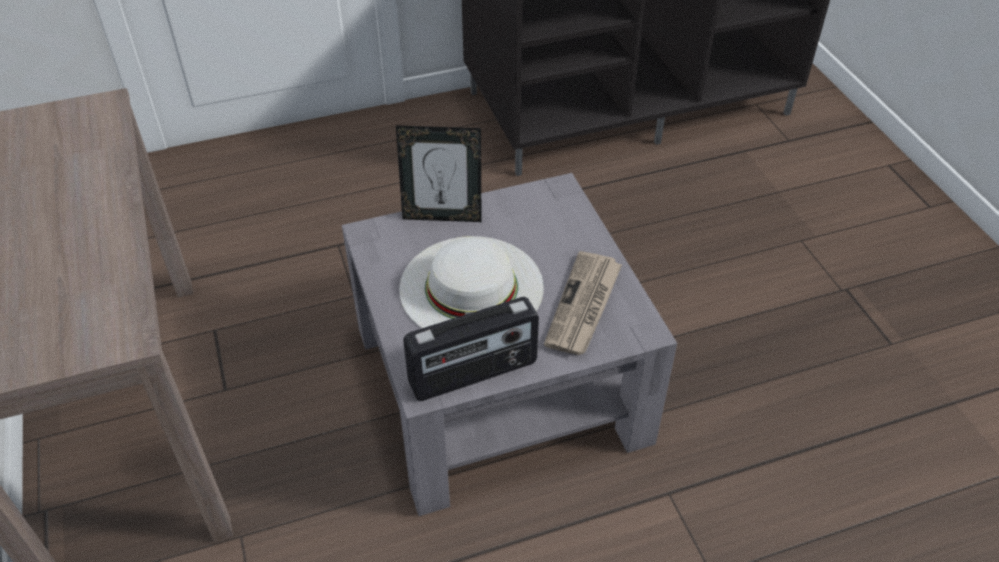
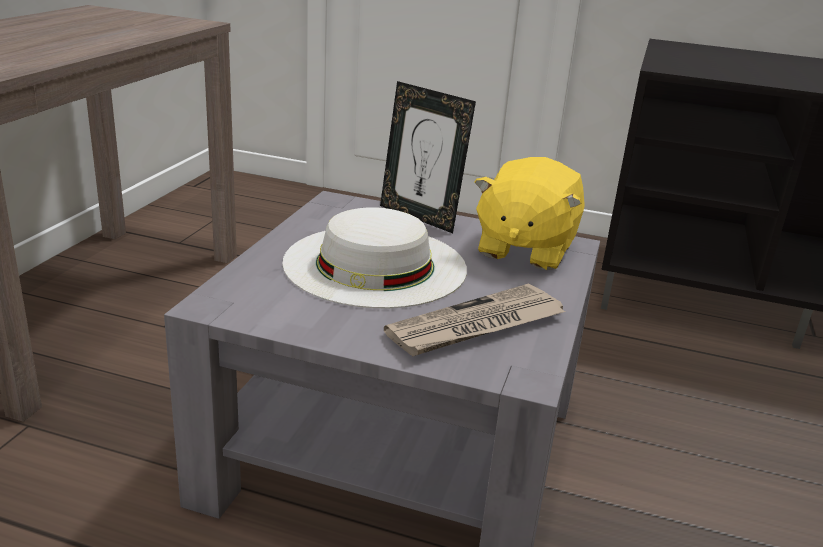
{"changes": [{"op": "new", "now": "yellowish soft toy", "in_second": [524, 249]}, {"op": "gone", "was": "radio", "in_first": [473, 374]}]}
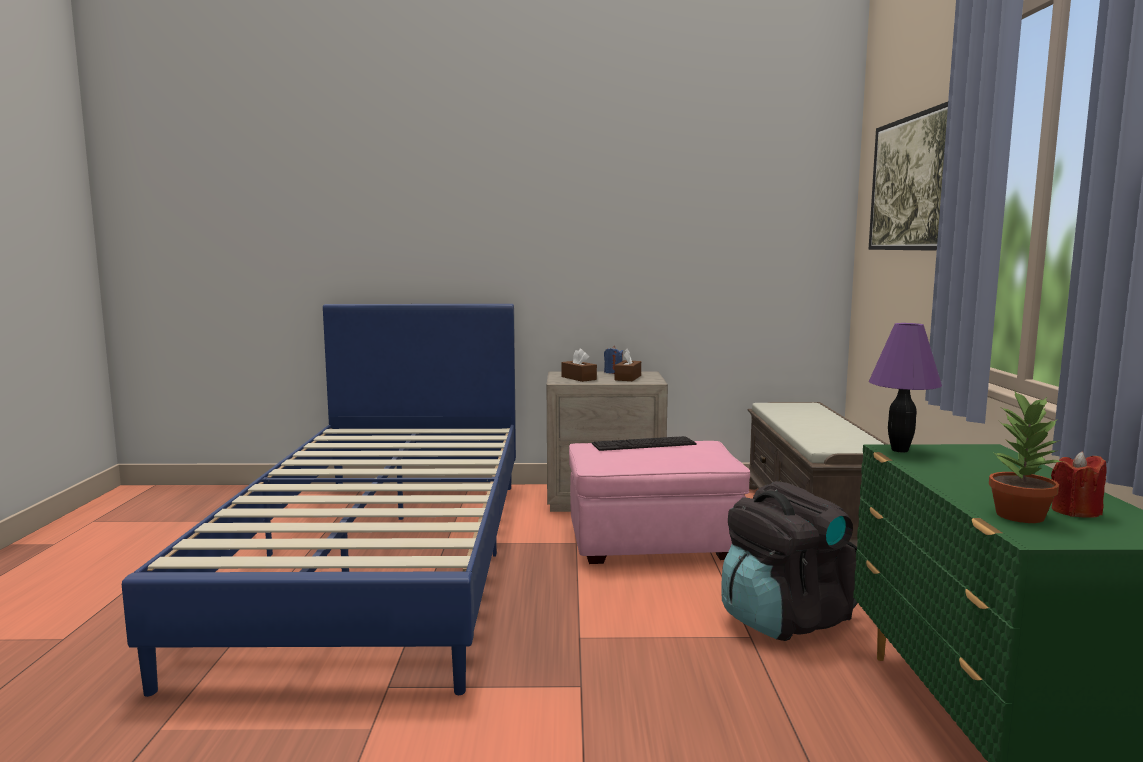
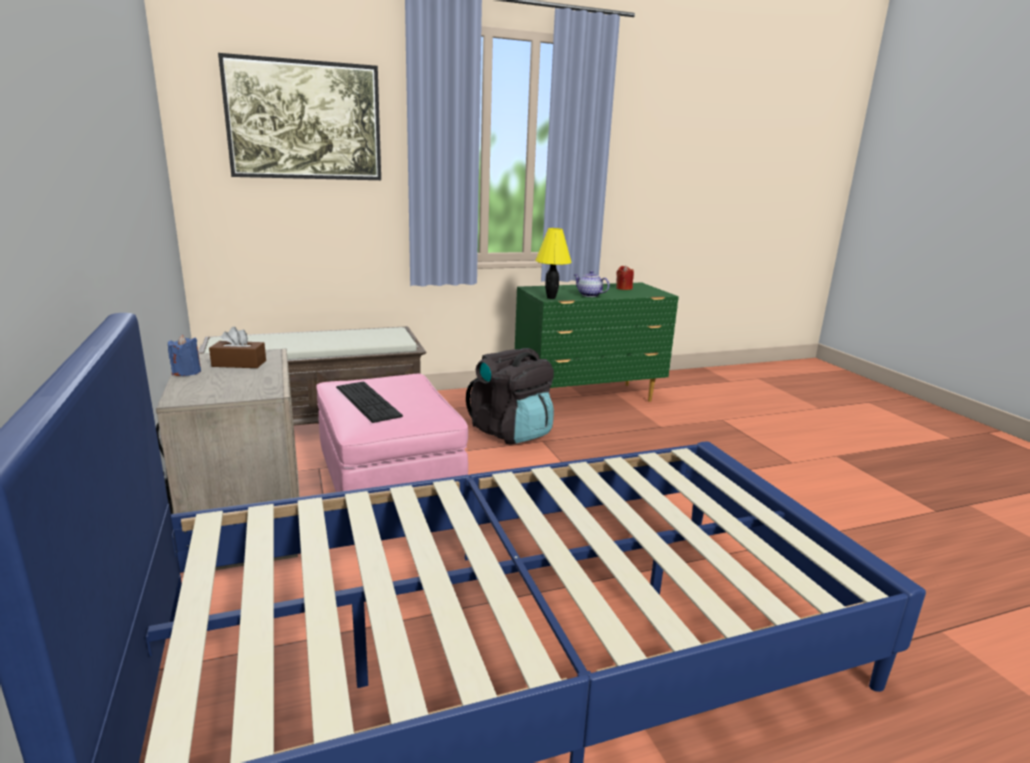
{"changes": [{"op": "repainted", "was": "purplish tabletop lamp", "now": "yellowish tabletop lamp", "in_first": [899, 450], "in_second": [551, 298]}, {"op": "new", "now": "teapot", "in_second": [589, 295]}, {"op": "gone", "was": "brown-coloured tissue holder", "in_first": [578, 378]}, {"op": "gone", "was": "potted plant", "in_first": [1020, 515]}]}
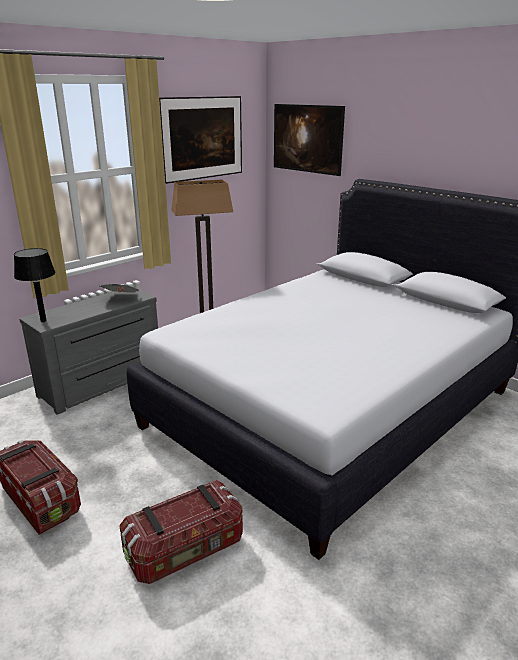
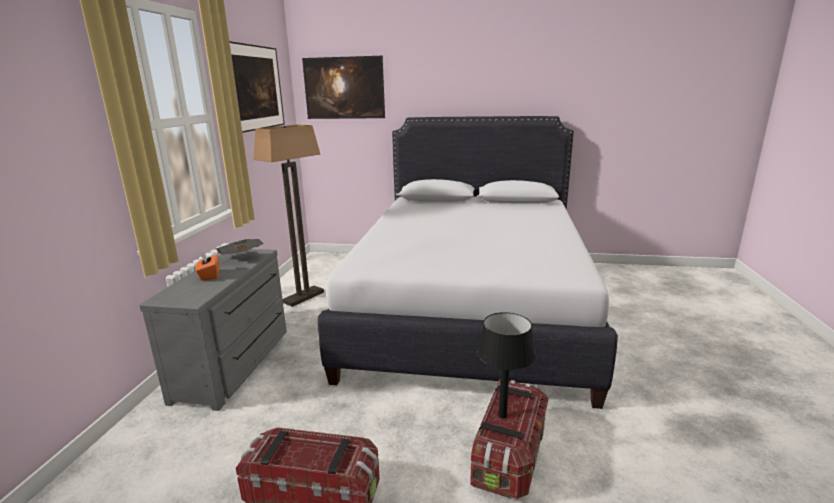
{"changes": [{"op": "new", "now": "orange tissue holder", "in_second": [209, 275]}, {"op": "shifted", "was": "blackish tabletop lamp", "in_first": [43, 321], "in_second": [502, 416]}]}
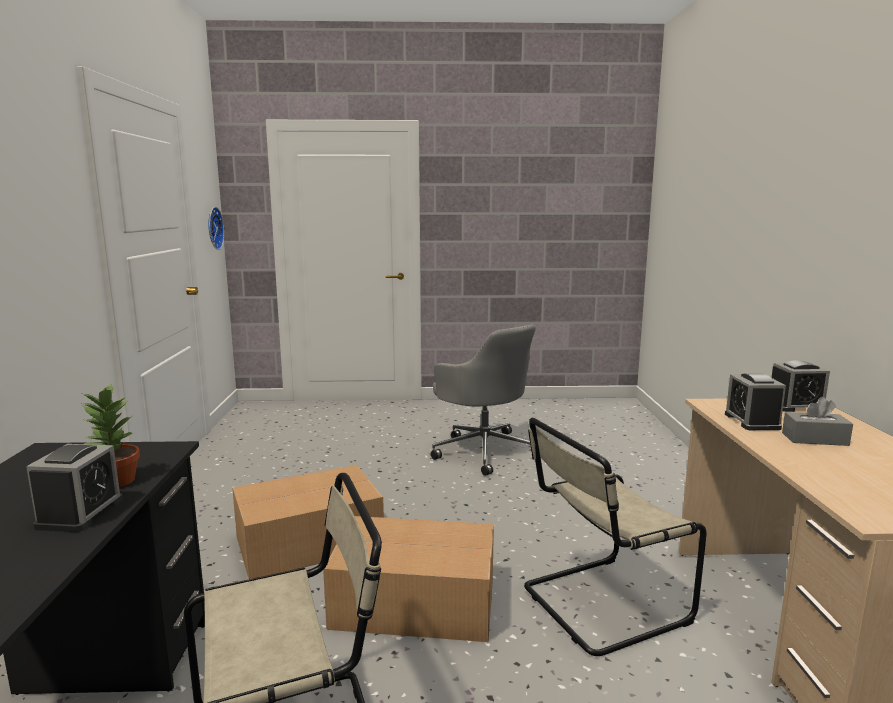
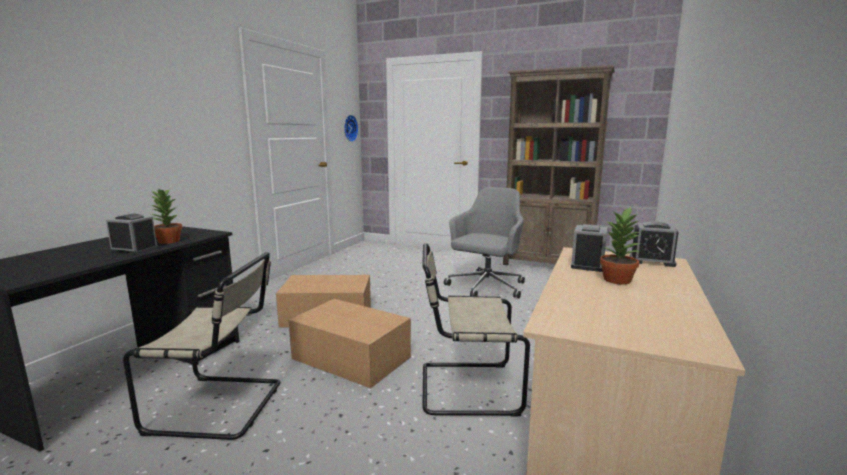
{"changes": [{"op": "rotated", "was": "alarm clock", "in_first": [80, 513], "in_second": [134, 250], "clockwise": -105}, {"op": "rotated", "was": "grey office chair", "in_first": [484, 451], "in_second": [486, 287], "clockwise": -135}, {"op": "new", "now": "brown-coloured bookcase", "in_second": [548, 265]}, {"op": "swapped", "was": "grey tissue holder", "now": "potted plant", "in_first": [814, 439], "in_second": [618, 280]}]}
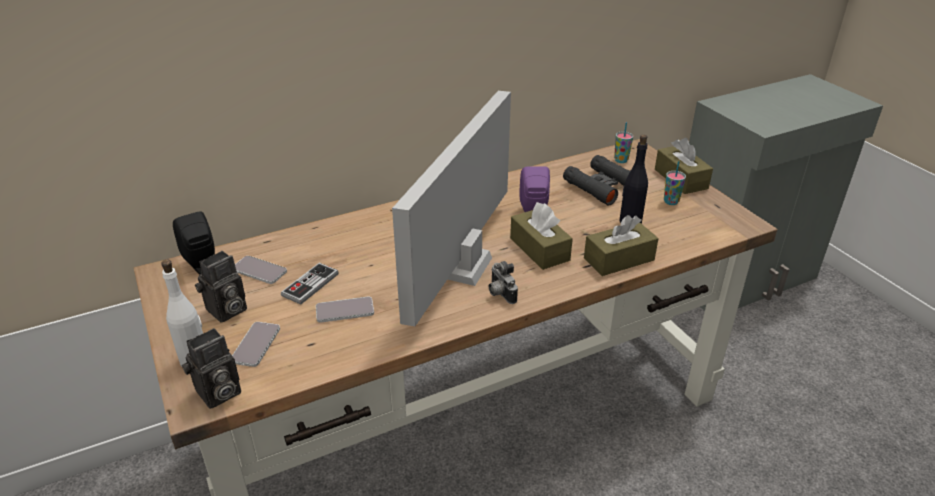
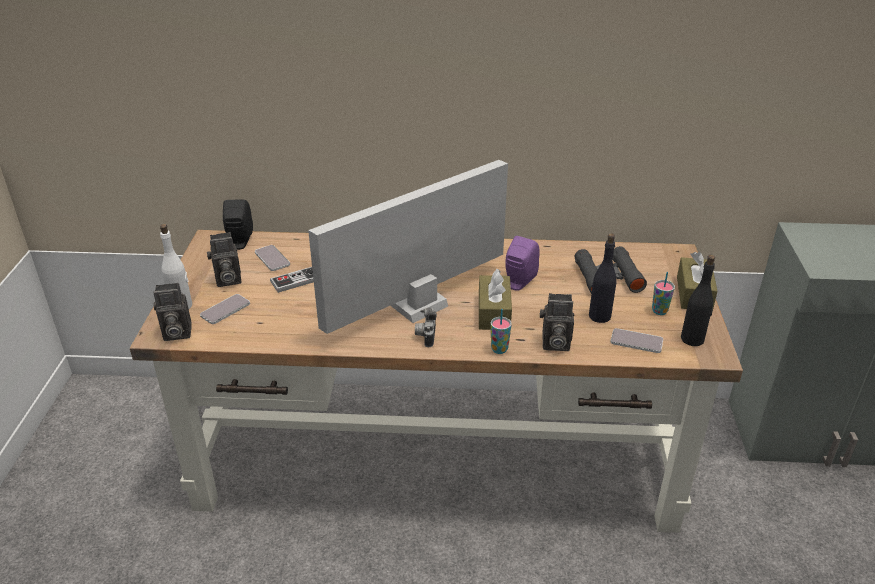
{"changes": [{"op": "shifted", "was": "cup", "in_first": [621, 160], "in_second": [499, 349]}, {"op": "swapped", "was": "brown-coloured tissue holder", "now": "still camera", "in_first": [619, 259], "in_second": [554, 344]}, {"op": "shifted", "was": "phone", "in_first": [345, 310], "in_second": [636, 341]}, {"op": "new", "now": "blackish bottle", "in_second": [692, 339]}]}
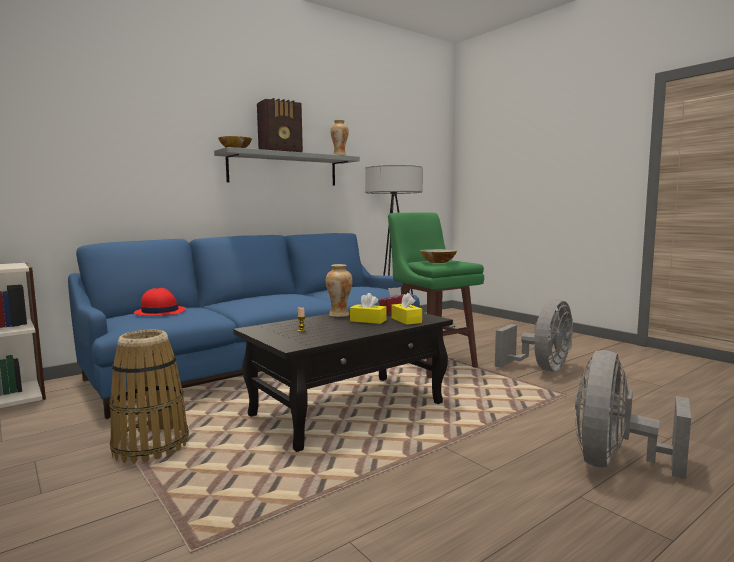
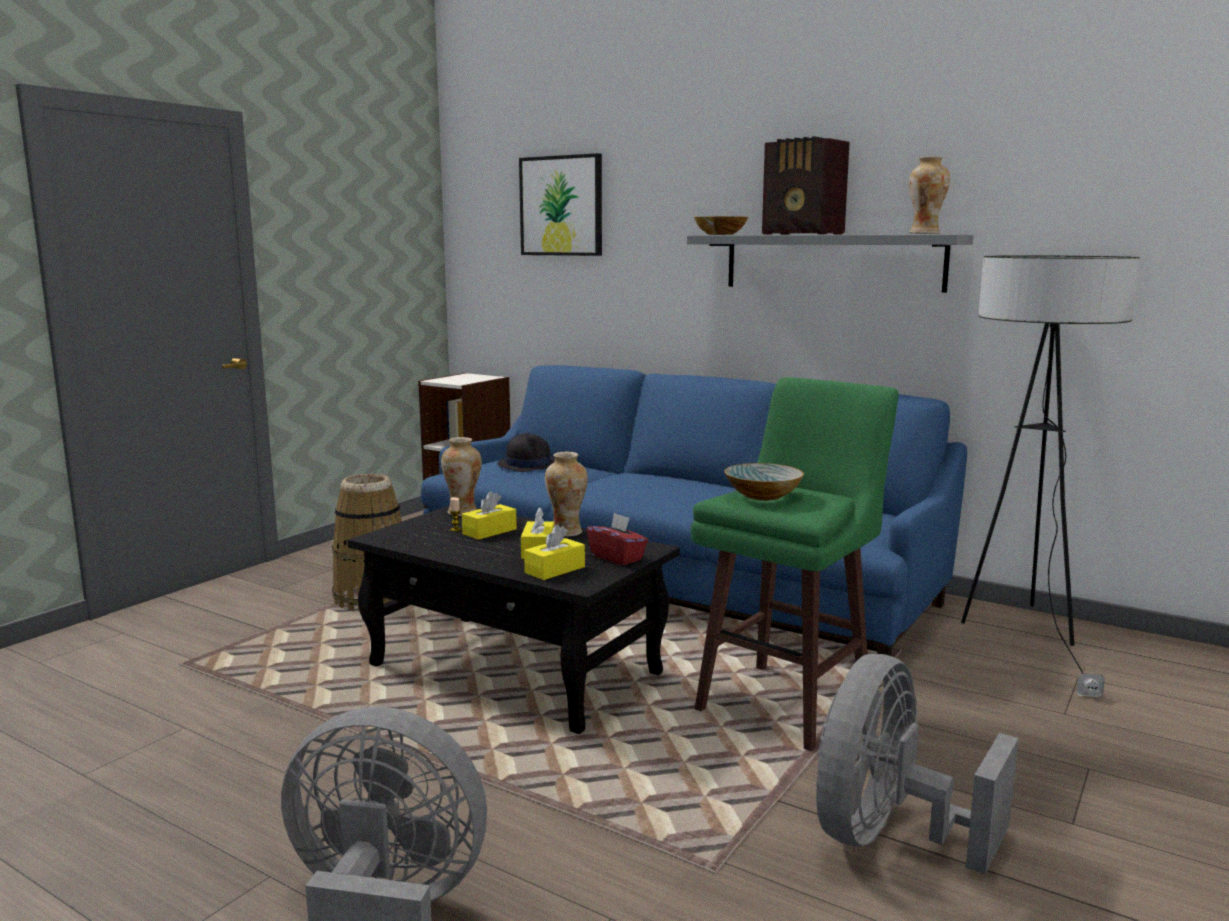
{"changes": [{"op": "new", "now": "flower vase", "in_second": [462, 512]}, {"op": "new", "now": "yellowish tissue holder", "in_second": [489, 531]}, {"op": "repainted", "was": "red hat", "now": "blackish hat", "in_first": [160, 312], "in_second": [528, 464]}, {"op": "new", "now": "picture", "in_second": [561, 206]}, {"op": "rotated", "was": "grey cooling fan", "in_first": [541, 369], "in_second": [889, 836], "clockwise": 105}]}
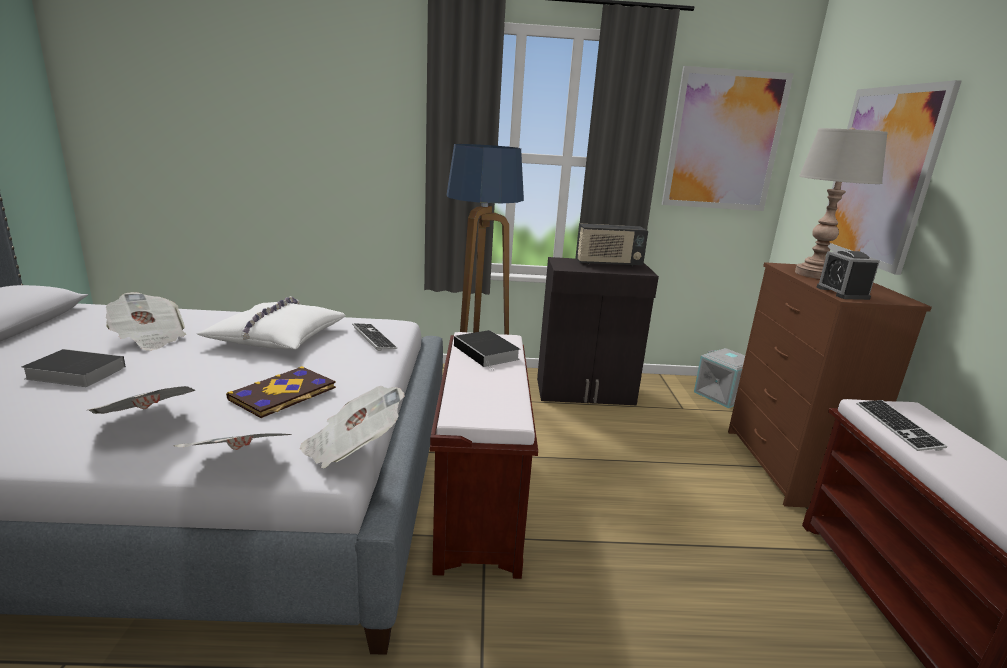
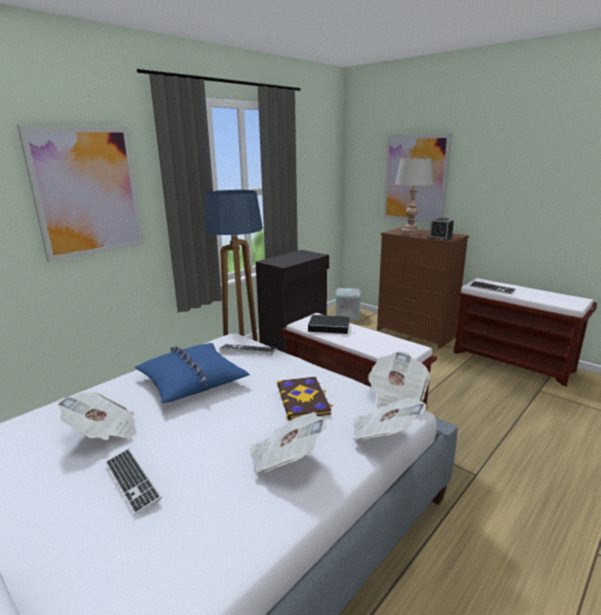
{"changes": [{"op": "shifted", "was": "picture", "in_first": [724, 141], "in_second": [87, 192]}, {"op": "swapped", "was": "bound book", "now": "PC keyboard", "in_first": [73, 372], "in_second": [132, 481]}, {"op": "repainted", "was": "white-coloured cushion", "now": "bluish cushion", "in_first": [277, 337], "in_second": [191, 380]}, {"op": "gone", "was": "radio", "in_first": [608, 263]}]}
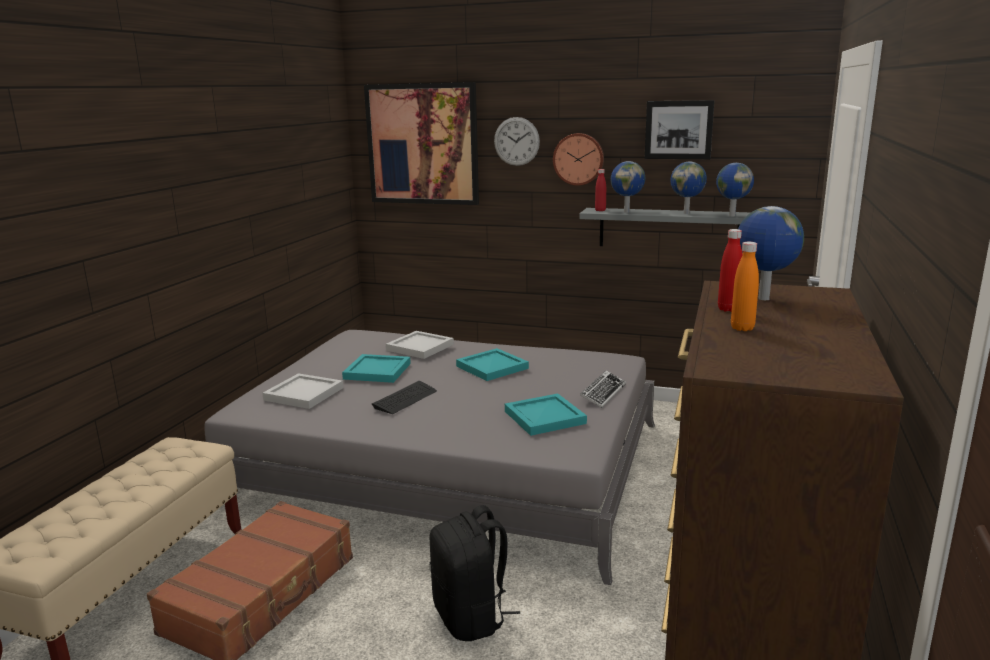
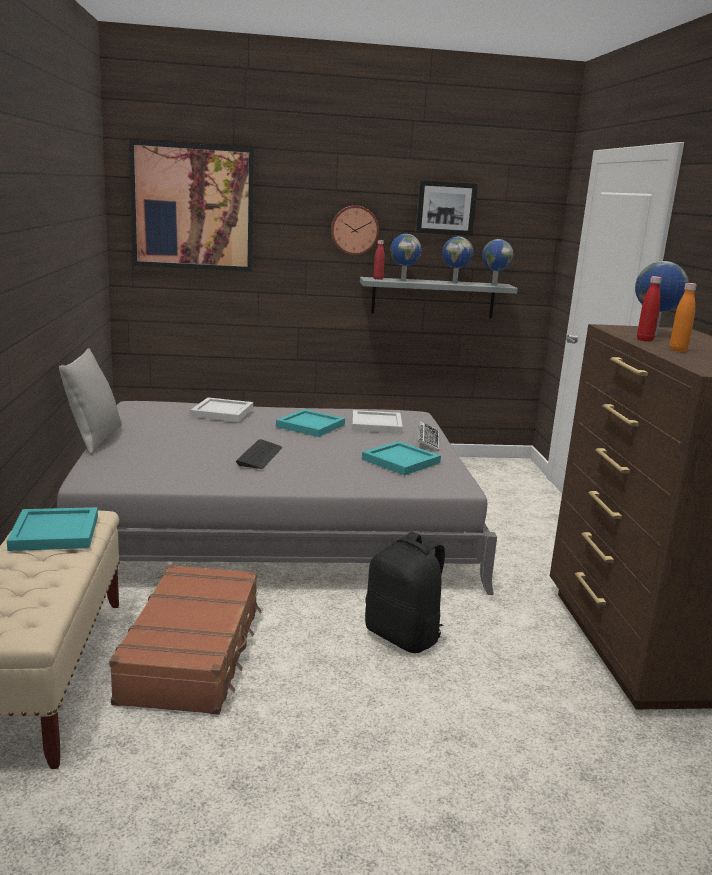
{"changes": [{"op": "shifted", "was": "turquoise carrying tray", "in_first": [376, 371], "in_second": [53, 533]}, {"op": "new", "now": "grey cushion", "in_second": [94, 439]}, {"op": "shifted", "was": "white-coloured carrying tray", "in_first": [304, 394], "in_second": [377, 425]}, {"op": "gone", "was": "wall clock", "in_first": [516, 141]}]}
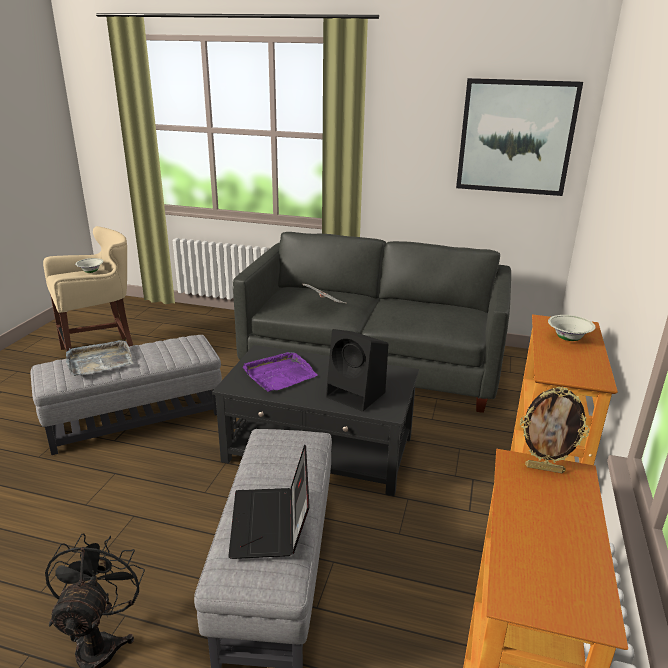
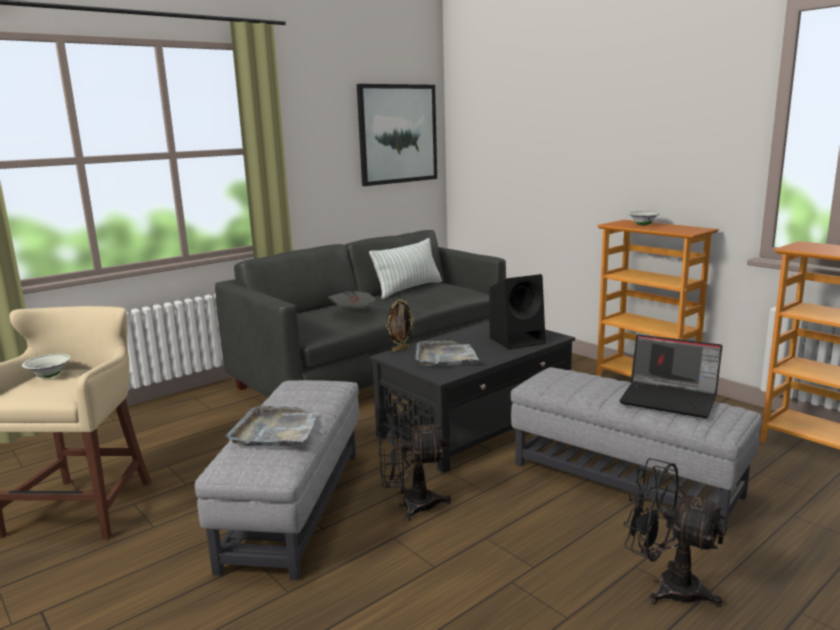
{"changes": [{"op": "new", "now": "cushion", "in_second": [408, 289]}, {"op": "new", "now": "blackish cooling fan", "in_second": [409, 505]}, {"op": "shifted", "was": "picture frame", "in_first": [544, 468], "in_second": [400, 349]}, {"op": "repainted", "was": "purplish carrying tray", "now": "grey carrying tray", "in_first": [279, 374], "in_second": [446, 357]}]}
